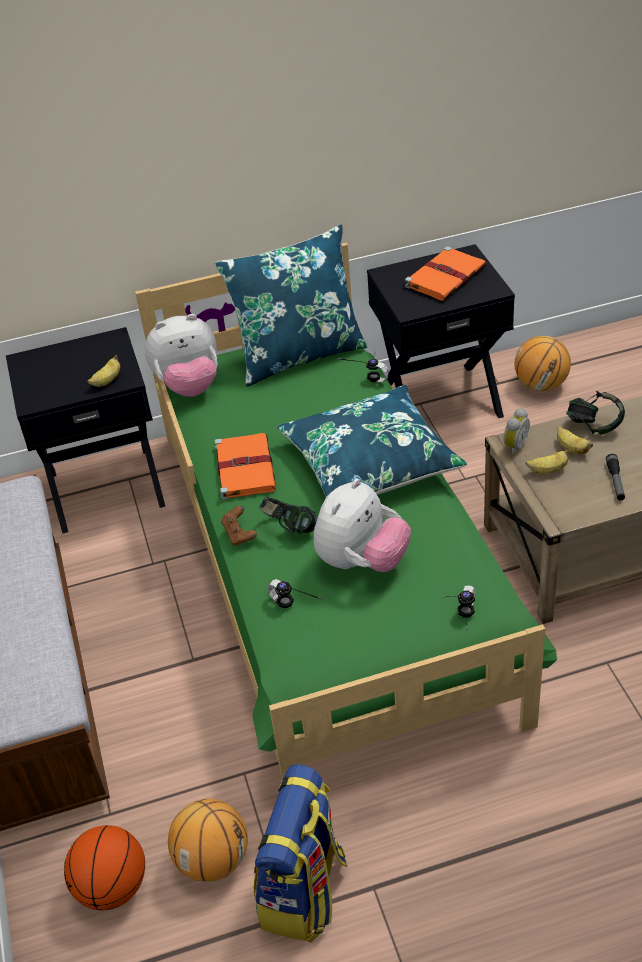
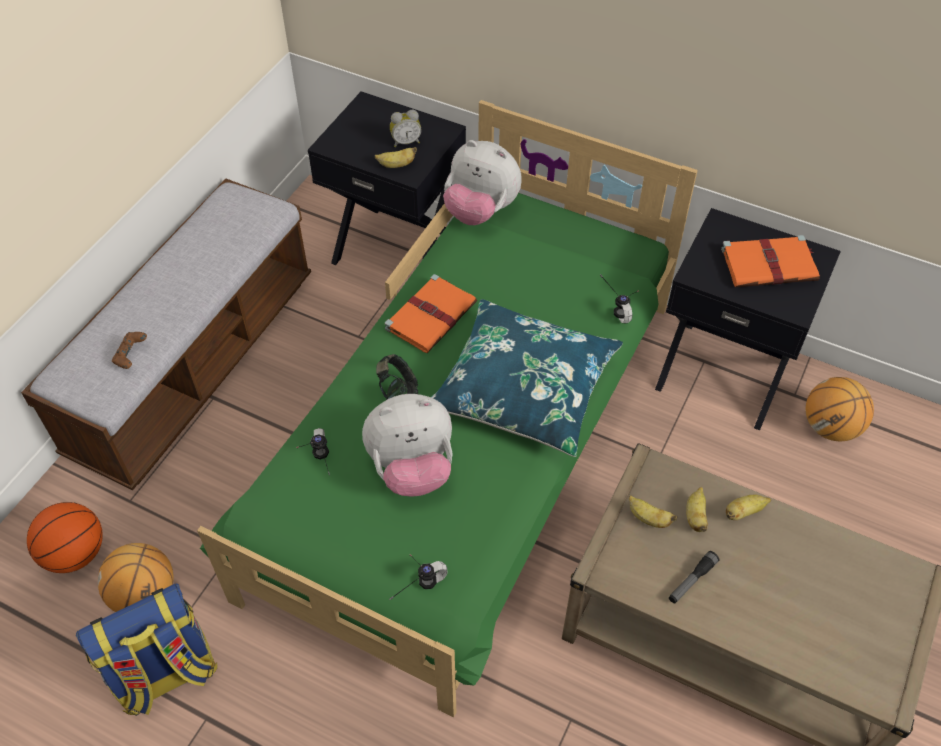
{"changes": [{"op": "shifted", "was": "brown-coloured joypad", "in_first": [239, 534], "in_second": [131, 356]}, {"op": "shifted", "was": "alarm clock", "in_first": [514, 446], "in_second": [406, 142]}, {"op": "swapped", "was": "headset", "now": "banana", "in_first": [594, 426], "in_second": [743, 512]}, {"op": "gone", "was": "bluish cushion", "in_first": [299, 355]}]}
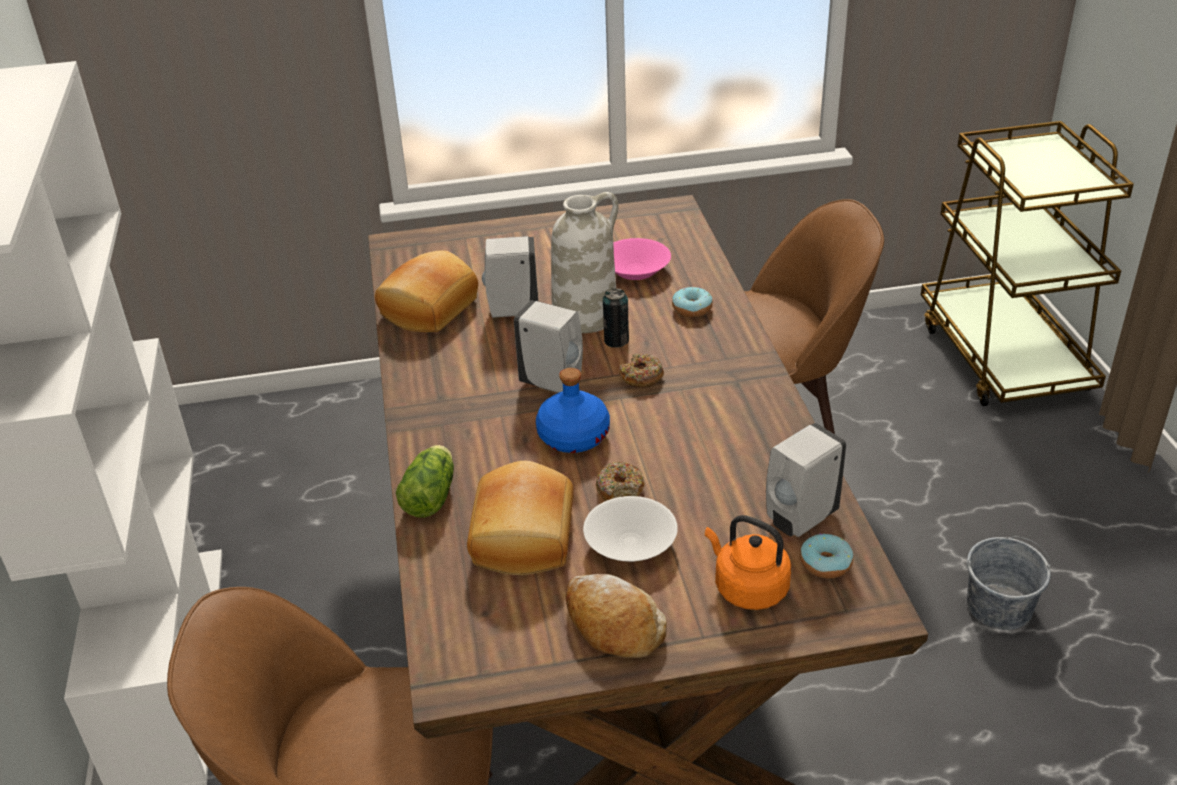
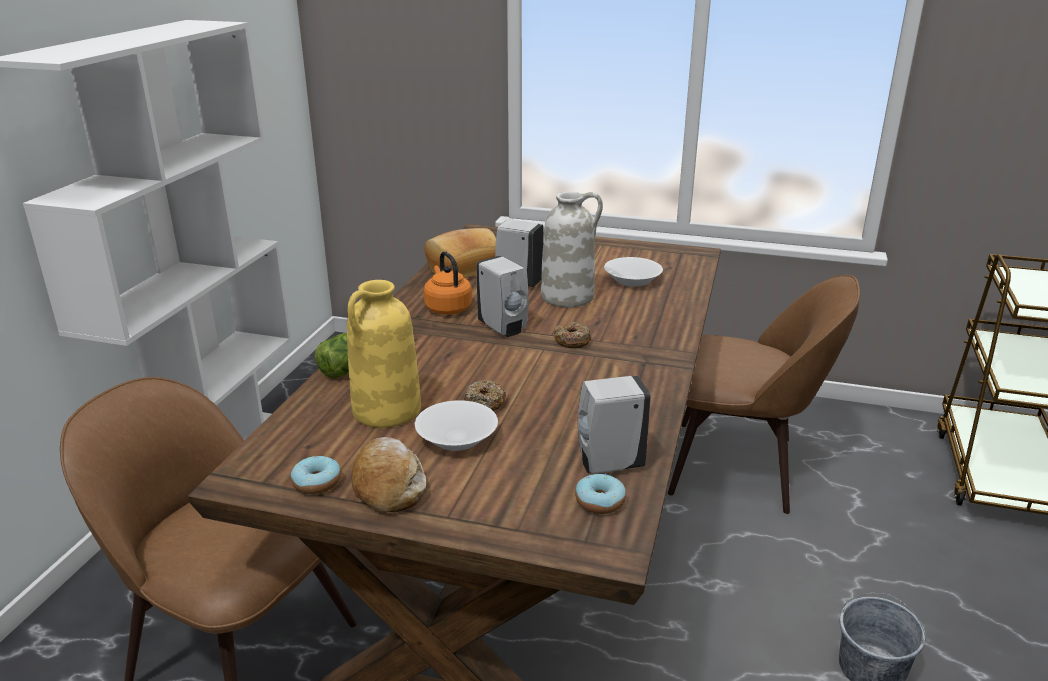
{"changes": [{"op": "shifted", "was": "ring doughnut", "in_first": [692, 309], "in_second": [317, 483]}, {"op": "swapped", "was": "bread", "now": "yellowish flower vase", "in_first": [526, 537], "in_second": [386, 411]}, {"op": "shifted", "was": "orange tea kettle", "in_first": [747, 588], "in_second": [447, 307]}, {"op": "repainted", "was": "pink serving bowl", "now": "white-coloured serving bowl", "in_first": [635, 269], "in_second": [632, 280]}, {"op": "gone", "was": "bluish bottle", "in_first": [572, 436]}, {"op": "gone", "was": "can", "in_first": [616, 340]}]}
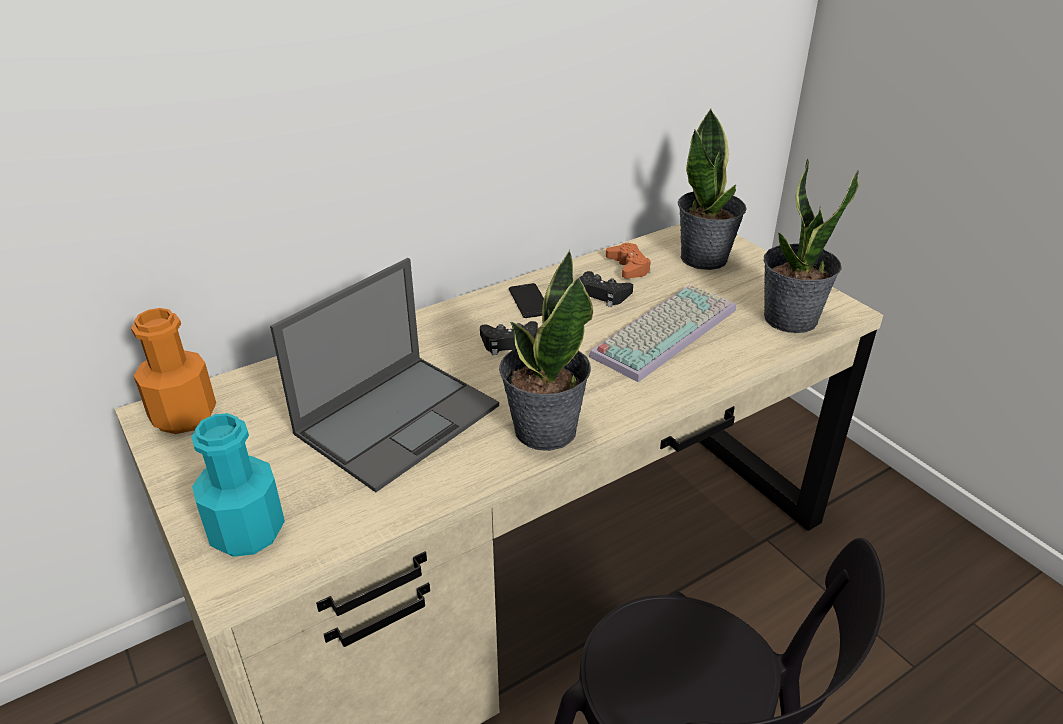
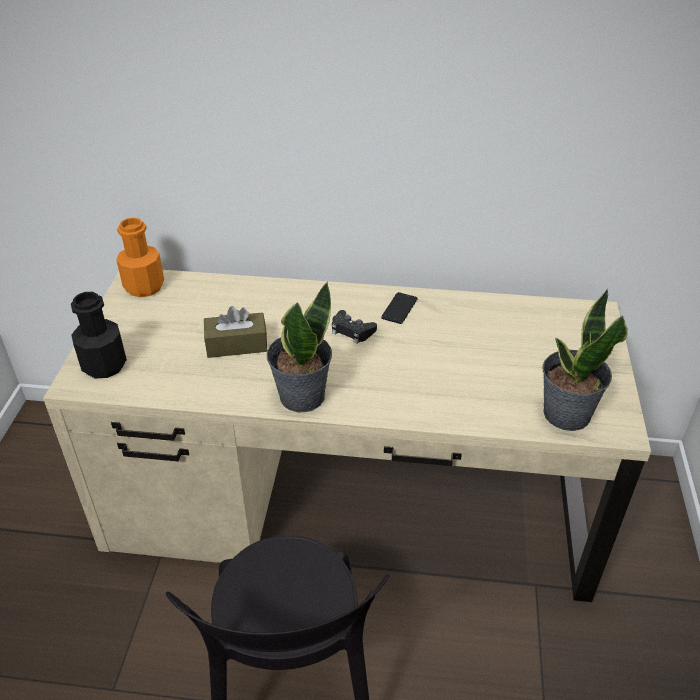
{"changes": [{"op": "repainted", "was": "turquoise bottle", "now": "blackish bottle", "in_first": [247, 532], "in_second": [104, 365]}, {"op": "swapped", "was": "laptop", "now": "brown-coloured tissue holder", "in_first": [399, 418], "in_second": [236, 344]}, {"op": "gone", "was": "blackish joypad", "in_first": [602, 294]}, {"op": "gone", "was": "PC keyboard", "in_first": [664, 330]}, {"op": "gone", "was": "orange joypad", "in_first": [628, 267]}, {"op": "gone", "was": "potted plant", "in_first": [704, 258]}]}
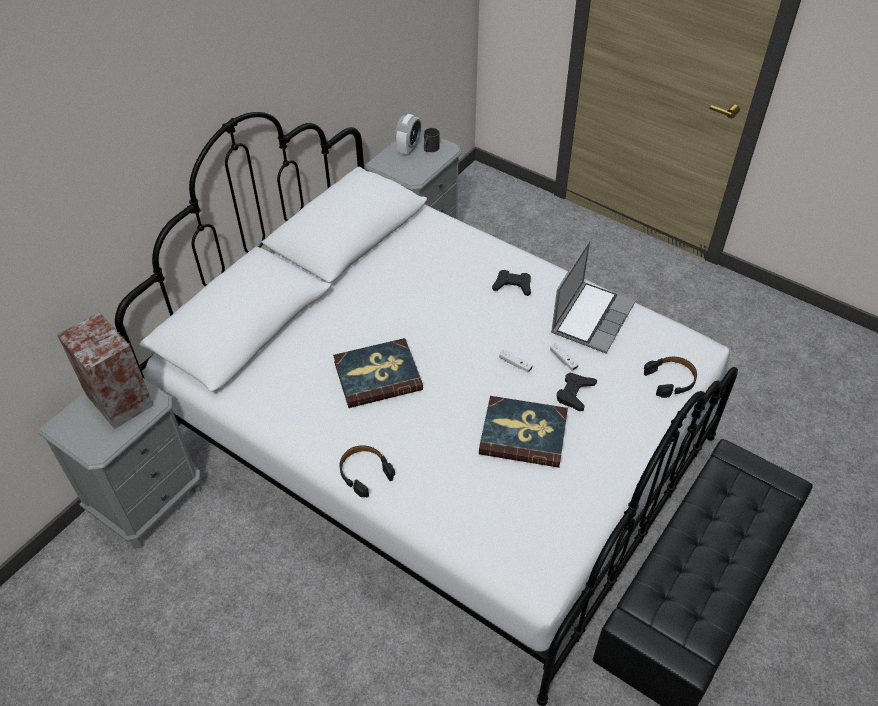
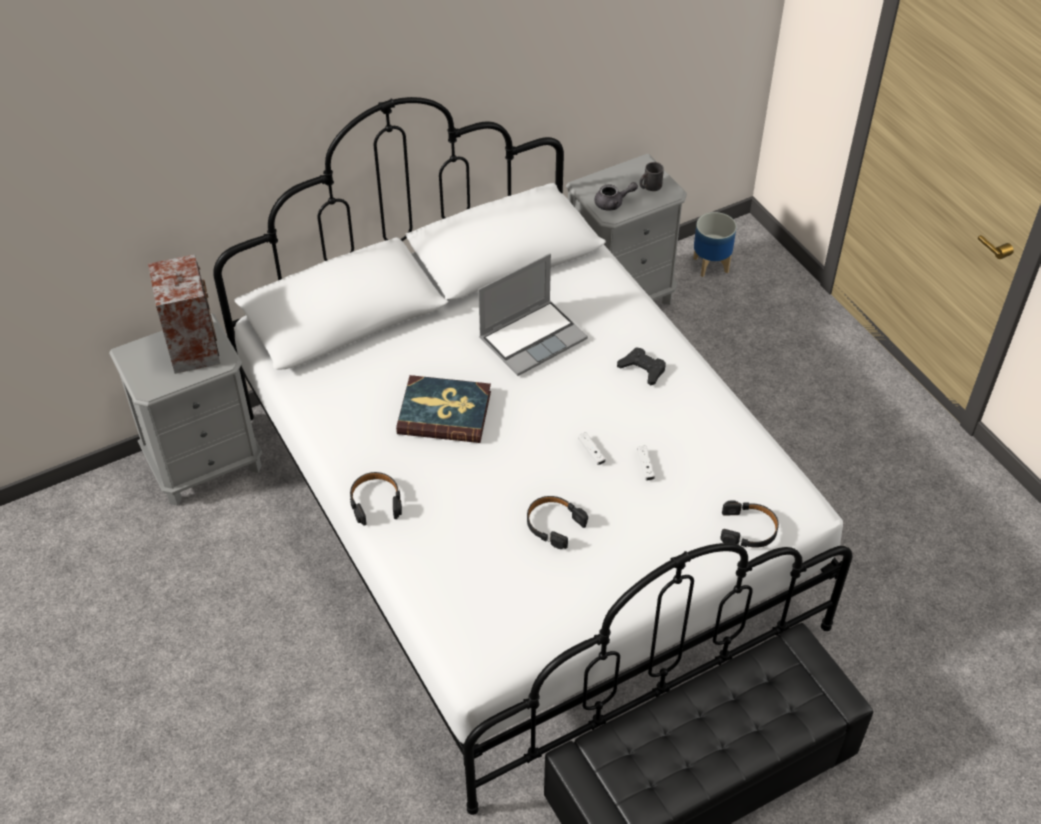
{"changes": [{"op": "shifted", "was": "laptop", "in_first": [591, 317], "in_second": [533, 338]}, {"op": "swapped", "was": "bound book", "now": "blackish headset", "in_first": [523, 434], "in_second": [554, 525]}, {"op": "new", "now": "grey teapot", "in_second": [613, 203]}, {"op": "new", "now": "plant pot", "in_second": [711, 265]}, {"op": "gone", "was": "alarm clock", "in_first": [408, 148]}, {"op": "gone", "was": "blackish joypad", "in_first": [575, 393]}]}
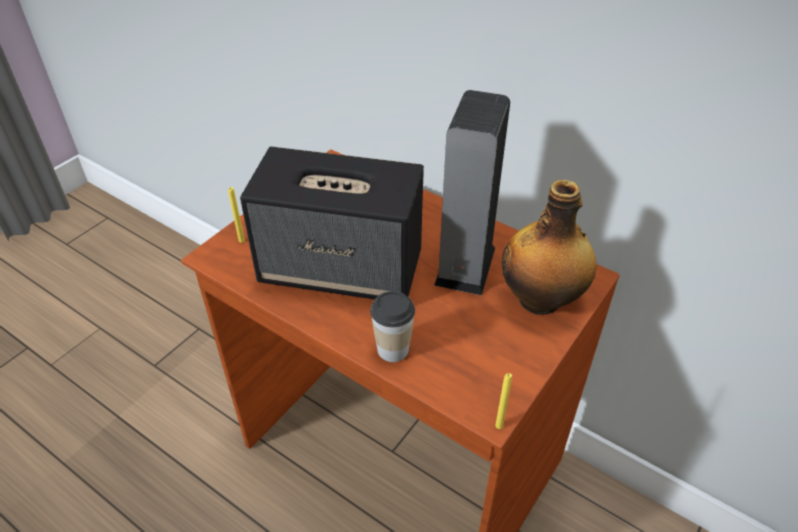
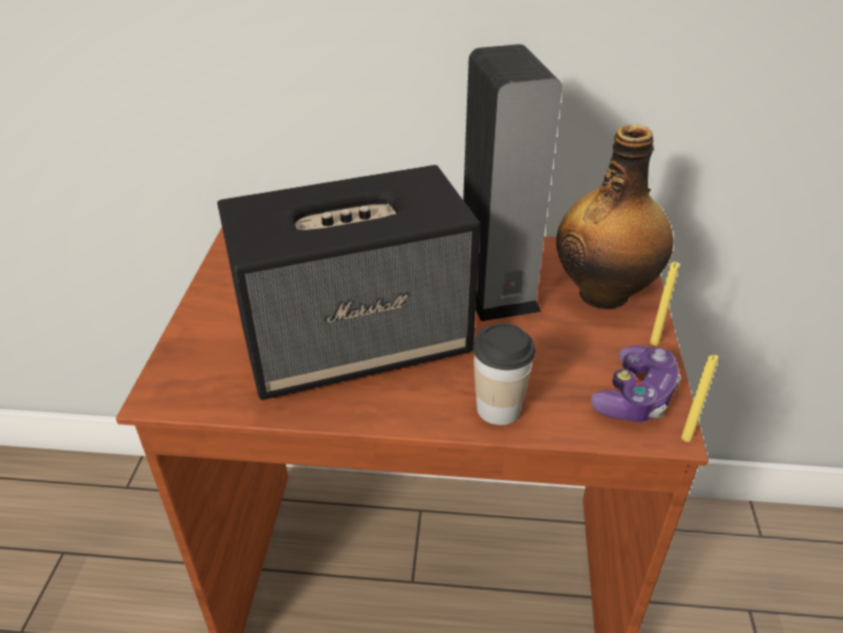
{"changes": [{"op": "new", "now": "joypad", "in_second": [635, 397]}, {"op": "shifted", "was": "yellowish wax candle", "in_first": [241, 240], "in_second": [654, 342]}]}
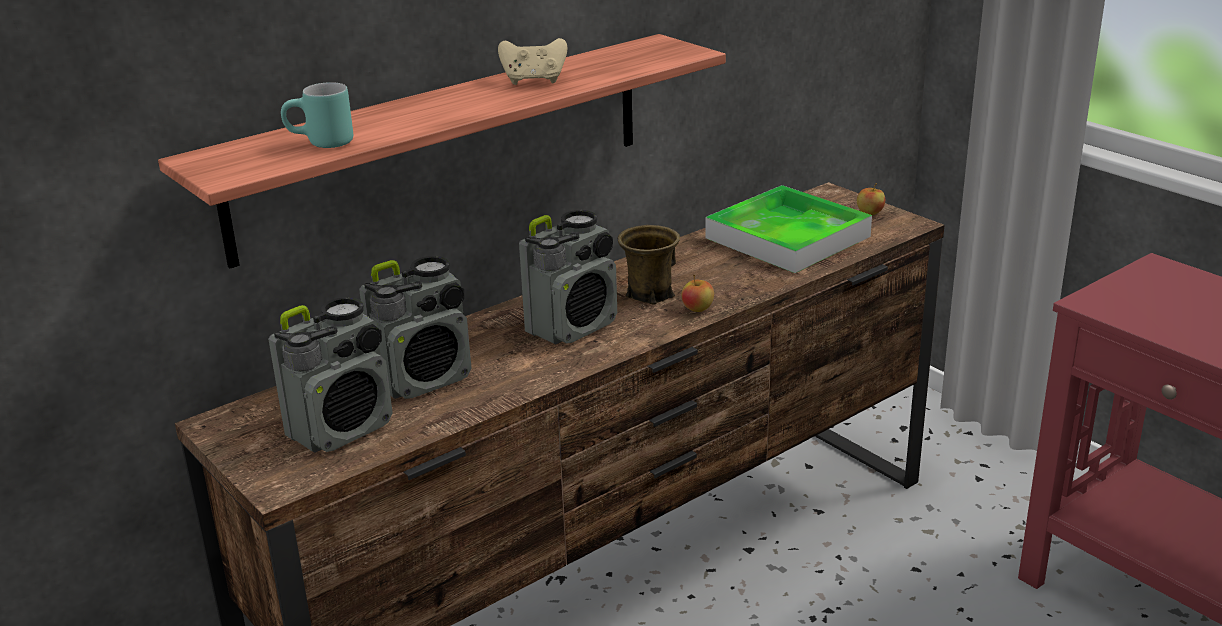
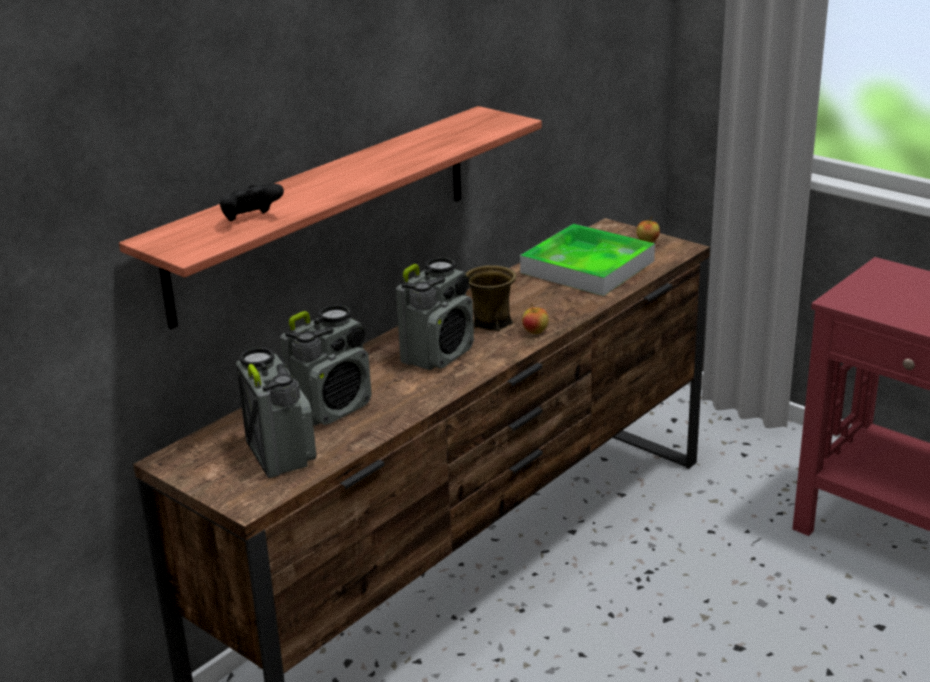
{"changes": [{"op": "swapped", "was": "turquoise tea mug", "now": "blackish joypad", "in_first": [320, 144], "in_second": [251, 220]}, {"op": "rotated", "was": "radio", "in_first": [342, 429], "in_second": [280, 454], "clockwise": -60}, {"op": "gone", "was": "beige joypad", "in_first": [534, 81]}]}
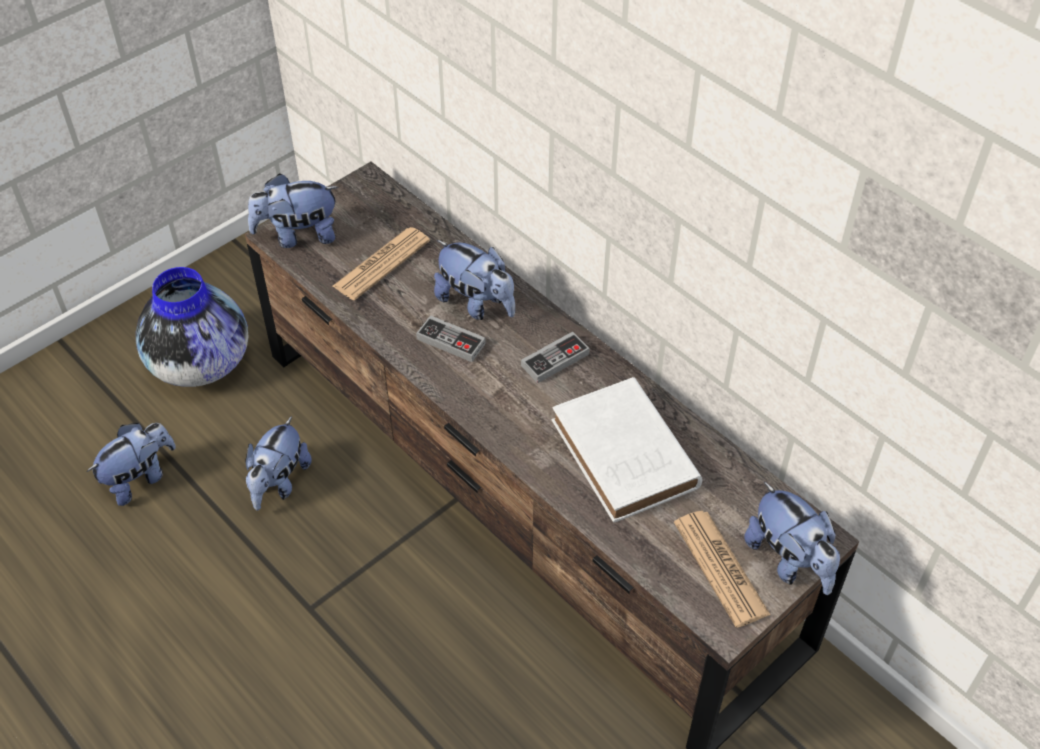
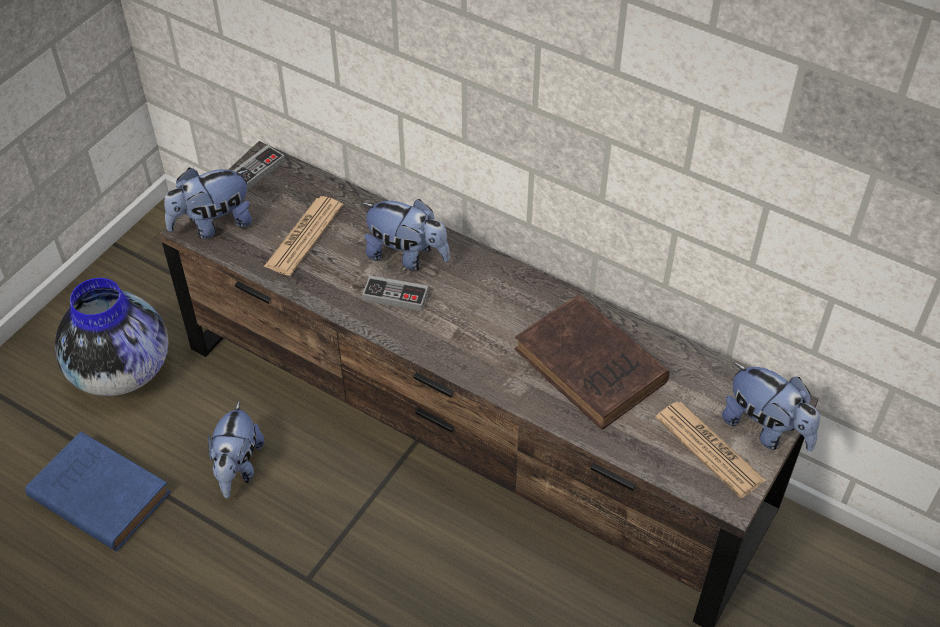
{"changes": [{"op": "swapped", "was": "soft toy", "now": "bluish bound book", "in_first": [140, 478], "in_second": [97, 494]}, {"op": "shifted", "was": "joypad", "in_first": [555, 360], "in_second": [257, 171]}, {"op": "repainted", "was": "white-coloured bound book", "now": "brown-coloured bound book", "in_first": [626, 457], "in_second": [593, 368]}]}
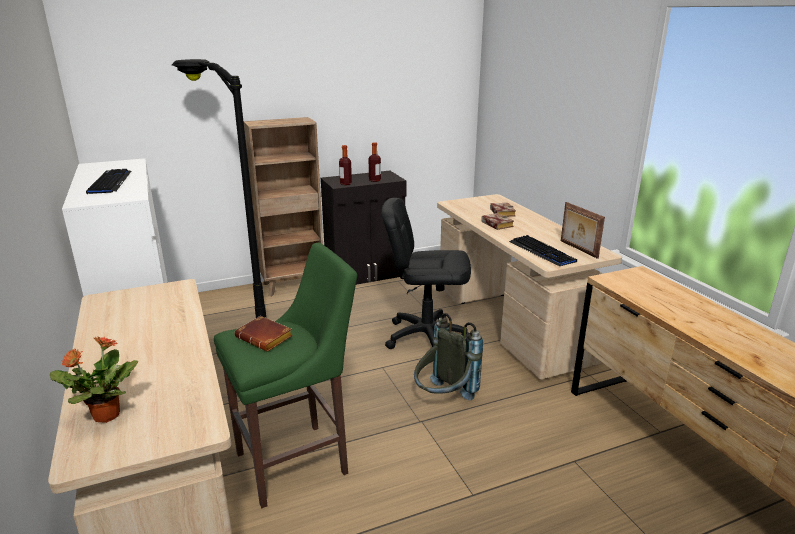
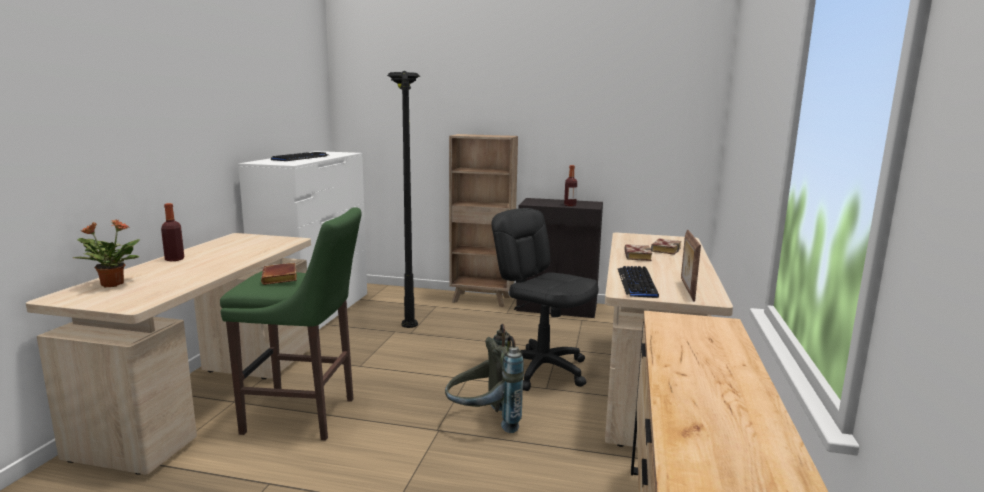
{"changes": [{"op": "shifted", "was": "bottle", "in_first": [345, 183], "in_second": [174, 259]}]}
